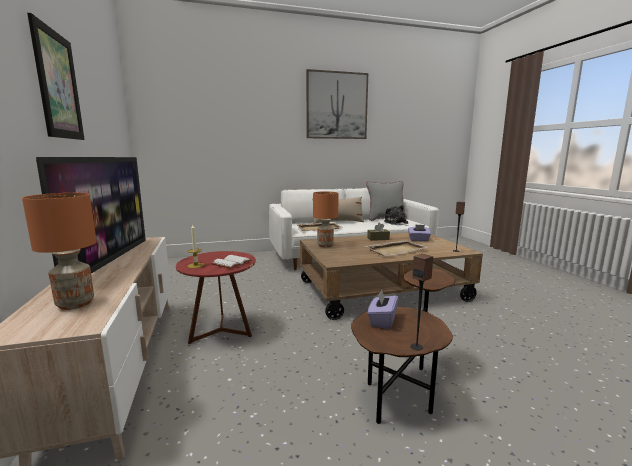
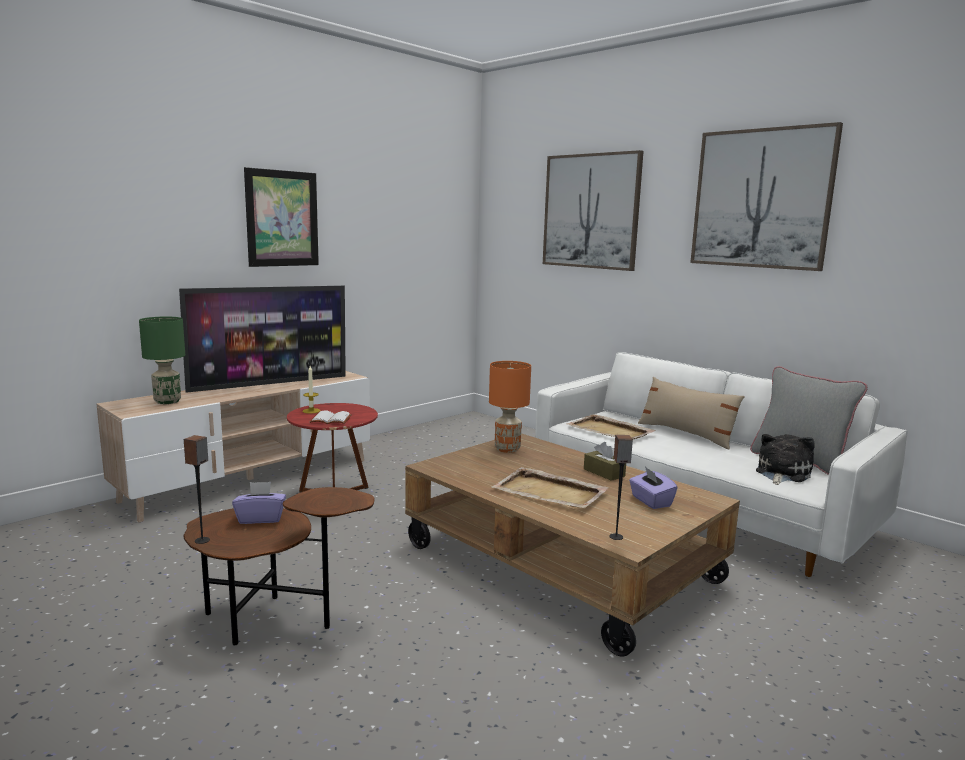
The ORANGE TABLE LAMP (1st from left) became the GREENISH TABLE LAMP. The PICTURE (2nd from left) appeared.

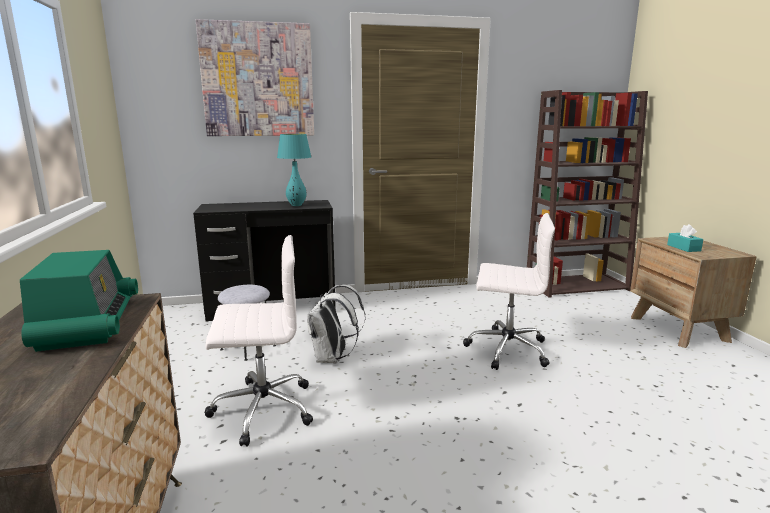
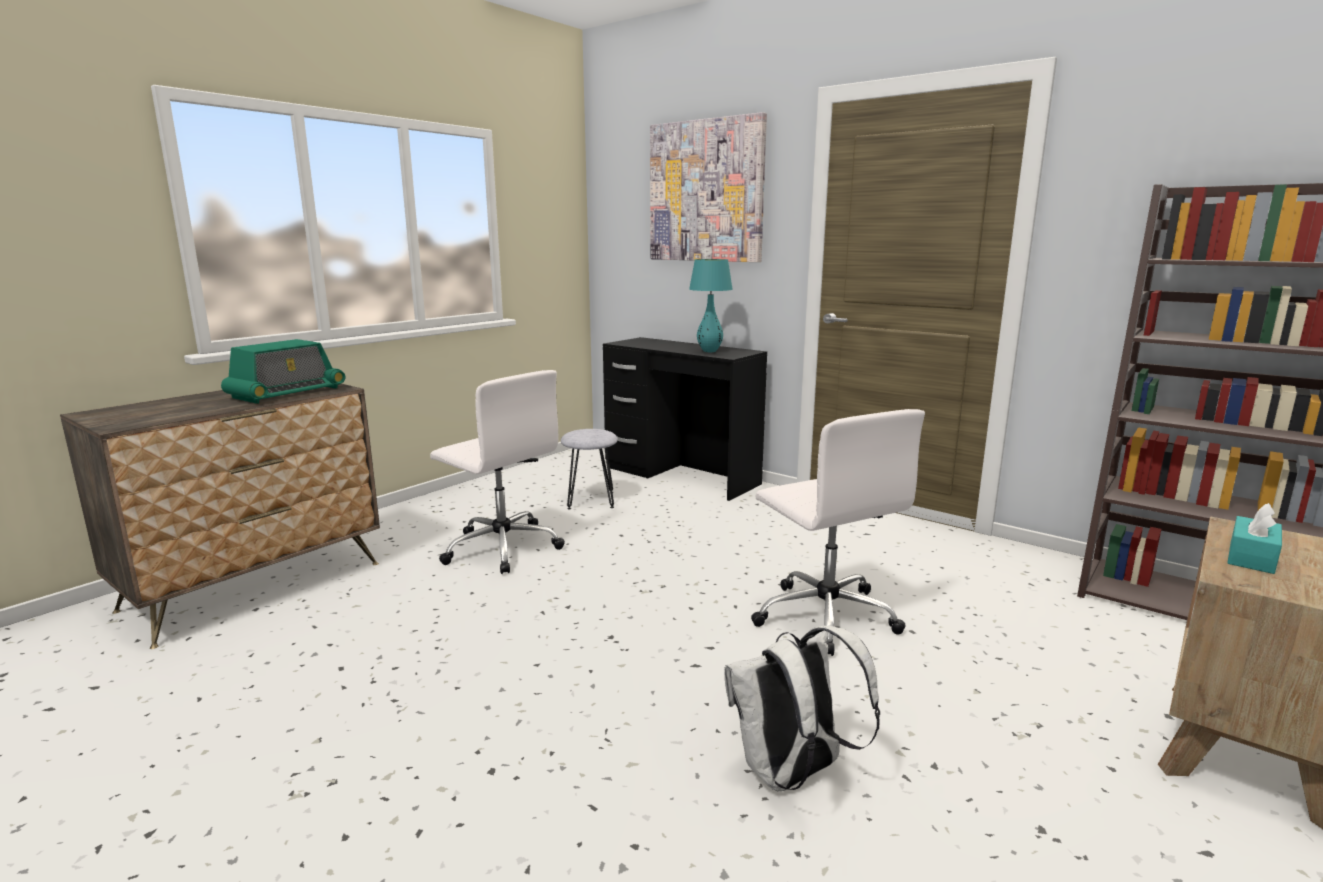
The WHITE-COLOURED RUCKSACK moved.

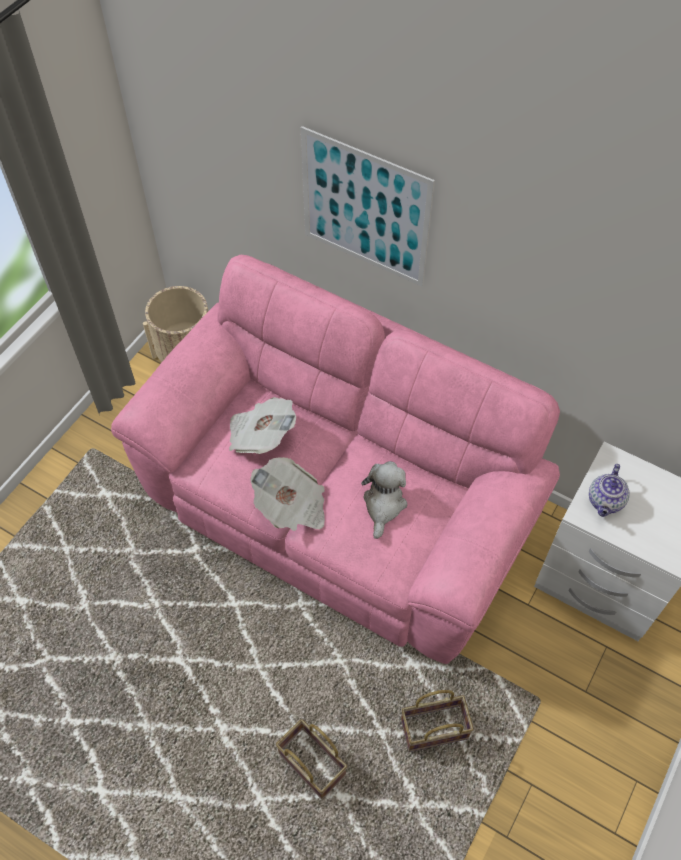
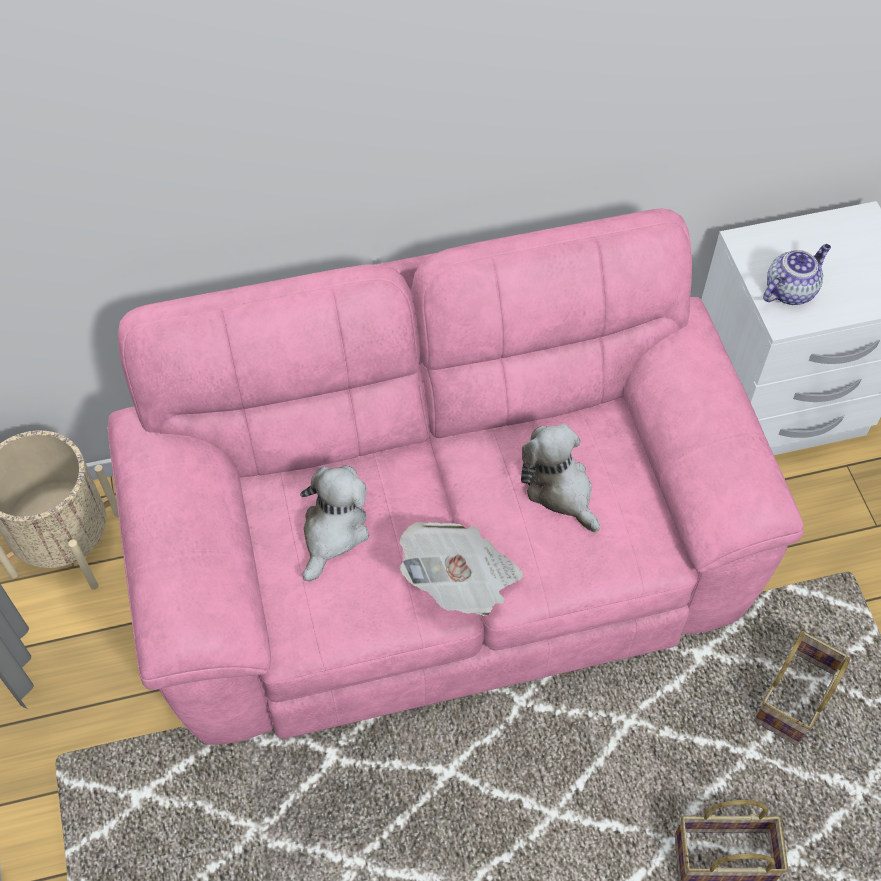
The NEWSPAPER (1st from left) was replaced by the CUDDLY TOY (1st from left). The TEA POT turned 105 degrees counterclockwise. The PICTURE disappeared.

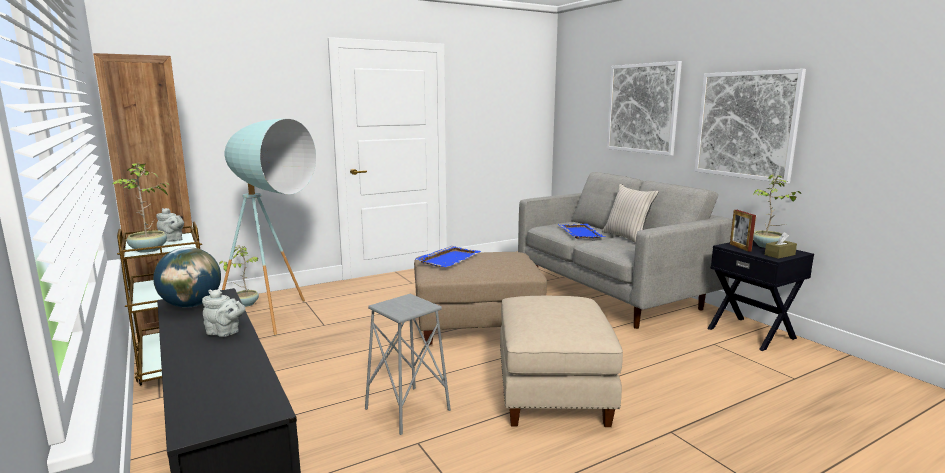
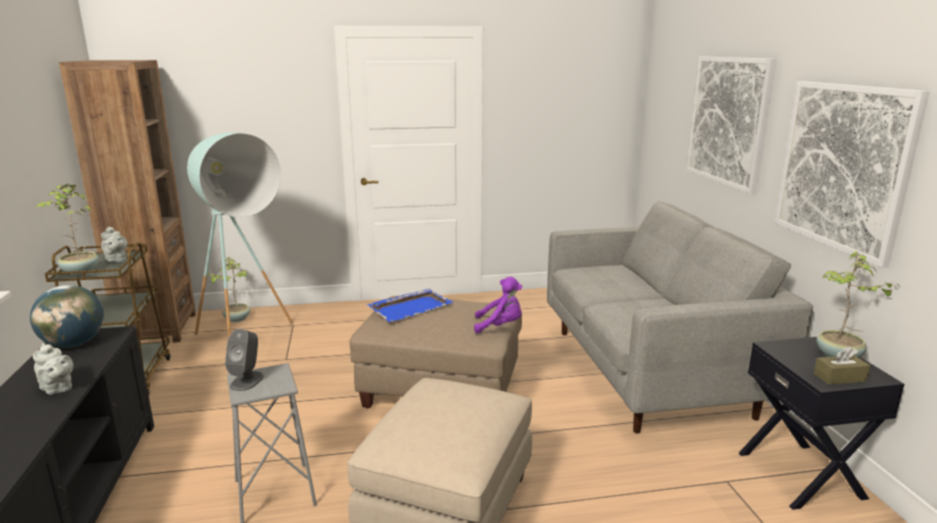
The GRAY AUDIO SPEAKER appeared. The PURPLISH CUDDLY TOY appeared. The BLUISH SERVING TRAY (2nd from left) disappeared. The BEIGE PILLOW disappeared. The PICTURE FRAME disappeared.

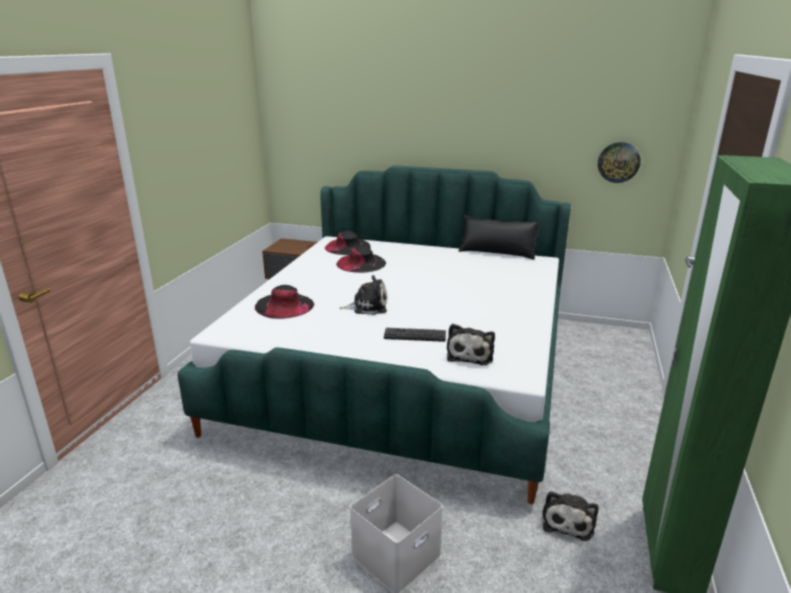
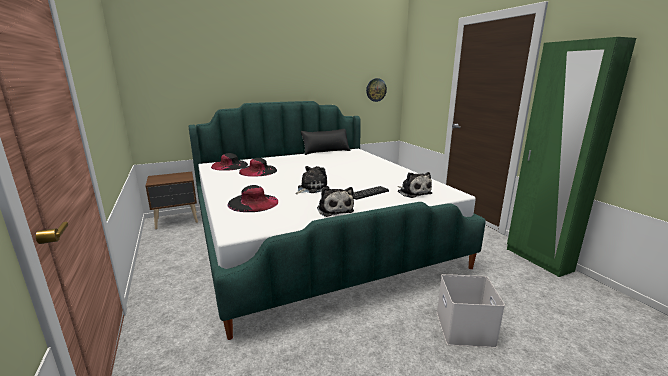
The CUDDLY TOY (3rd from left in the first image) moved.

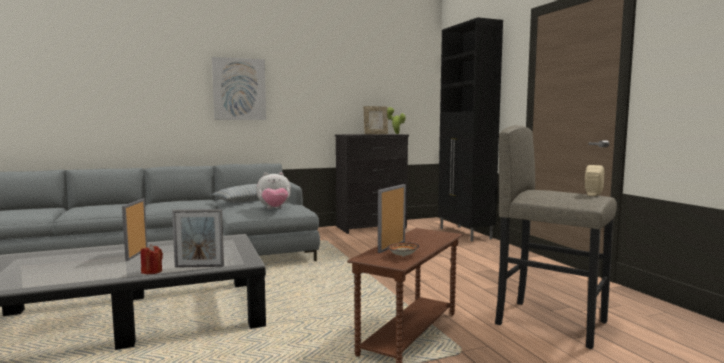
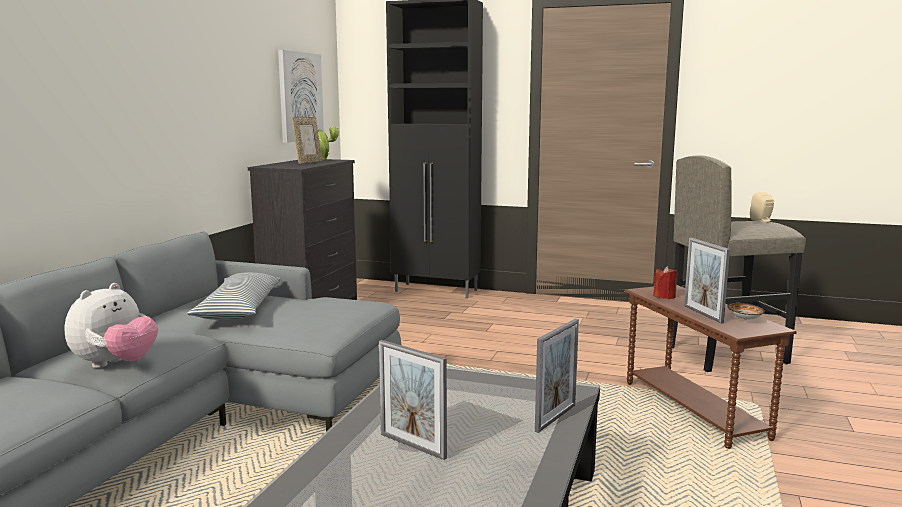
The CUDDLY TOY moved. The PICTURE moved. The RED-COLOURED WAX LIGHT moved.

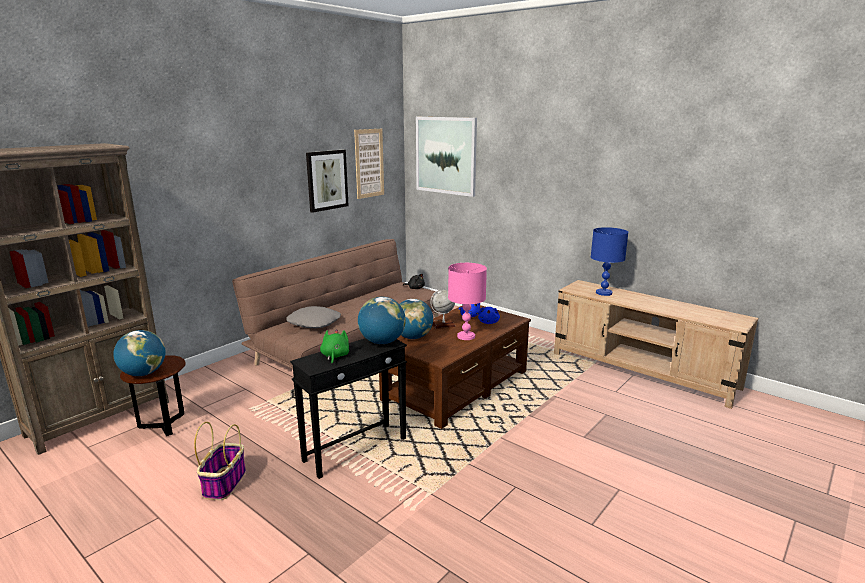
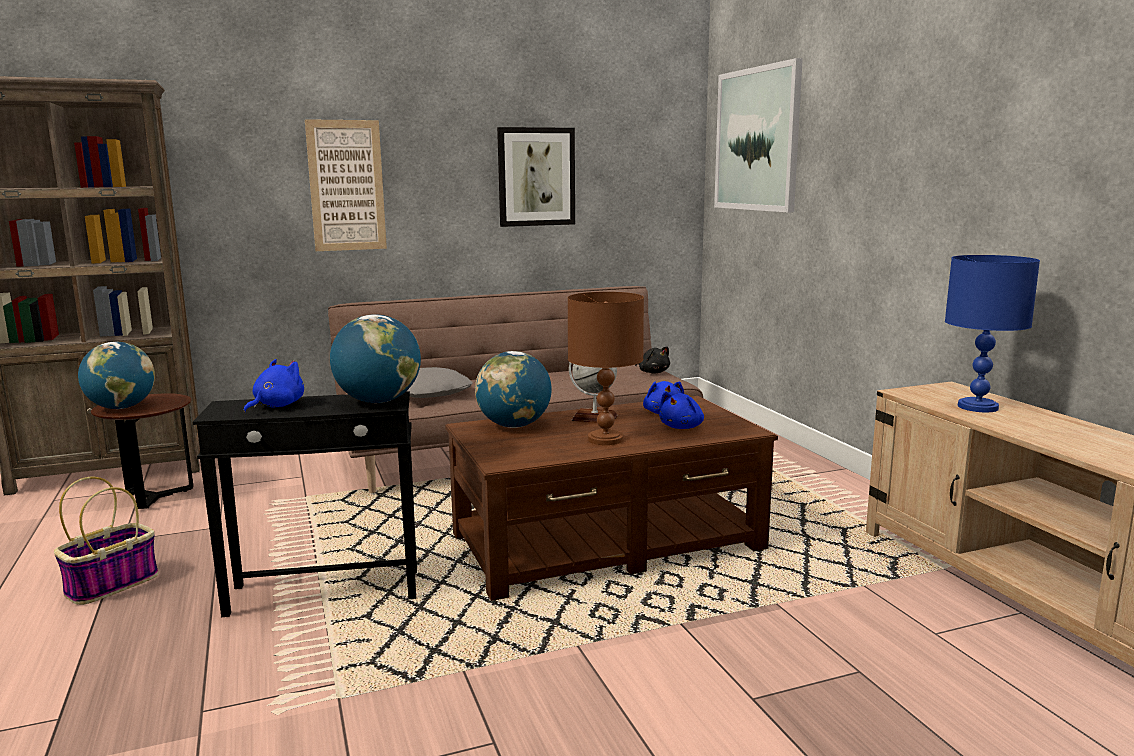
The GREENISH CUDDLY TOY became the BLUISH CUDDLY TOY (1st from left). The PICTURE (2nd from left in the first image) moved. The PINK-COLOURED TABLE LAMP became the BROWNISH TABLE LAMP.

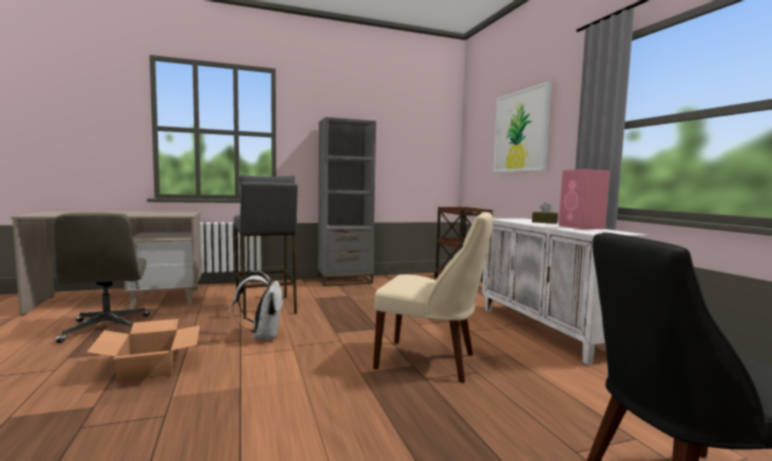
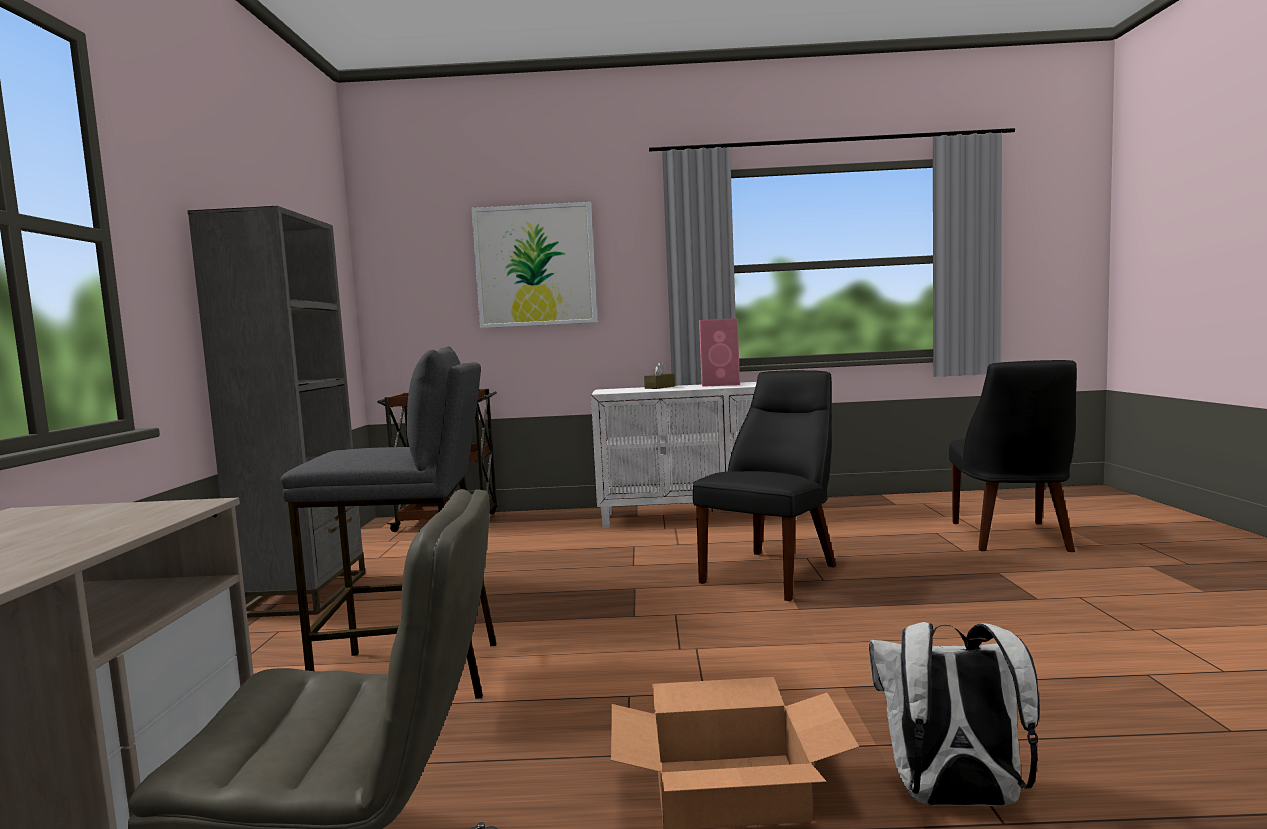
The BEIGE CHAIR became the BLACK CHAIR (1st from left). The WHITE-COLOURED RUCKSACK moved.

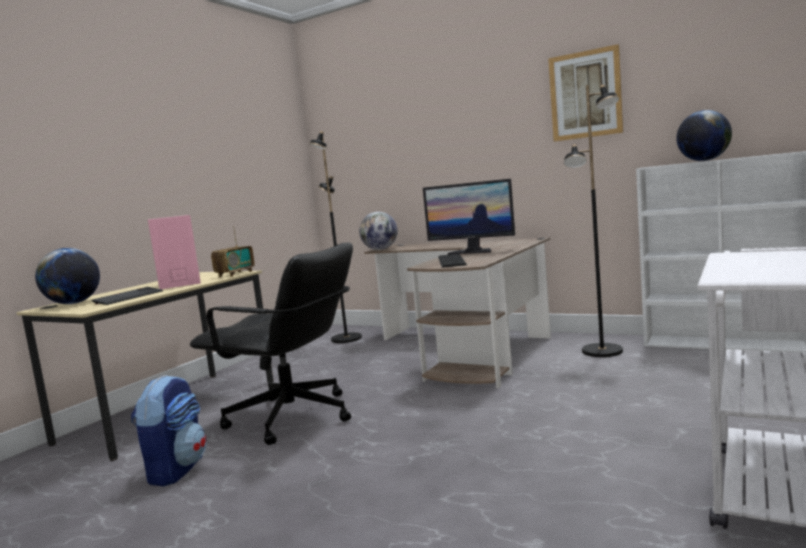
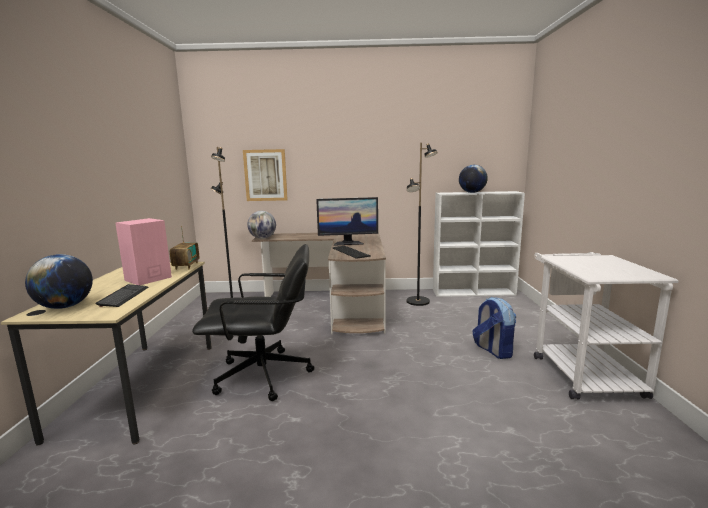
The PICTURE moved. The RUCKSACK moved.

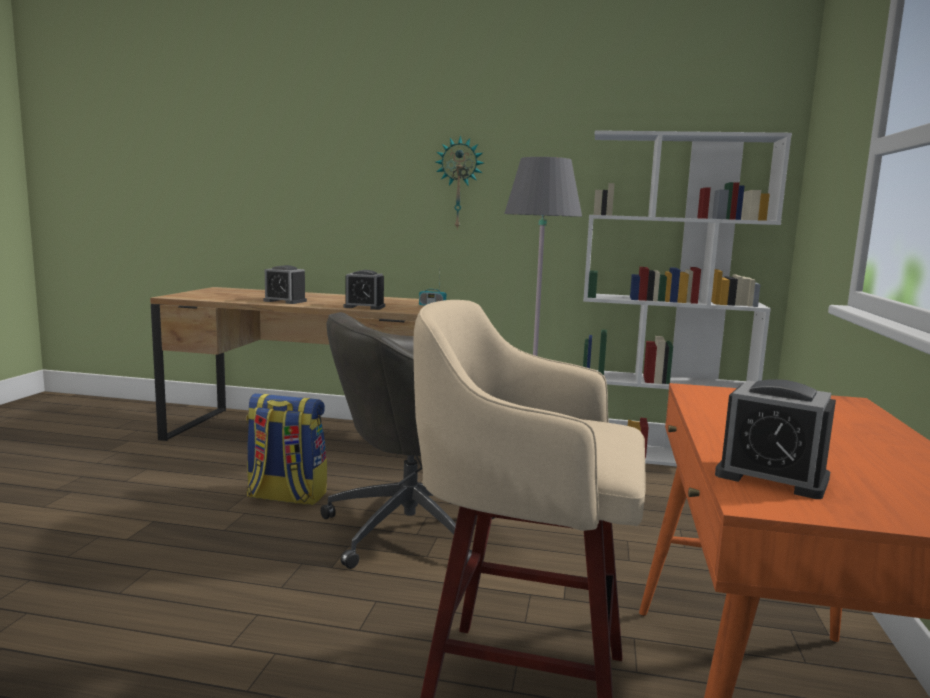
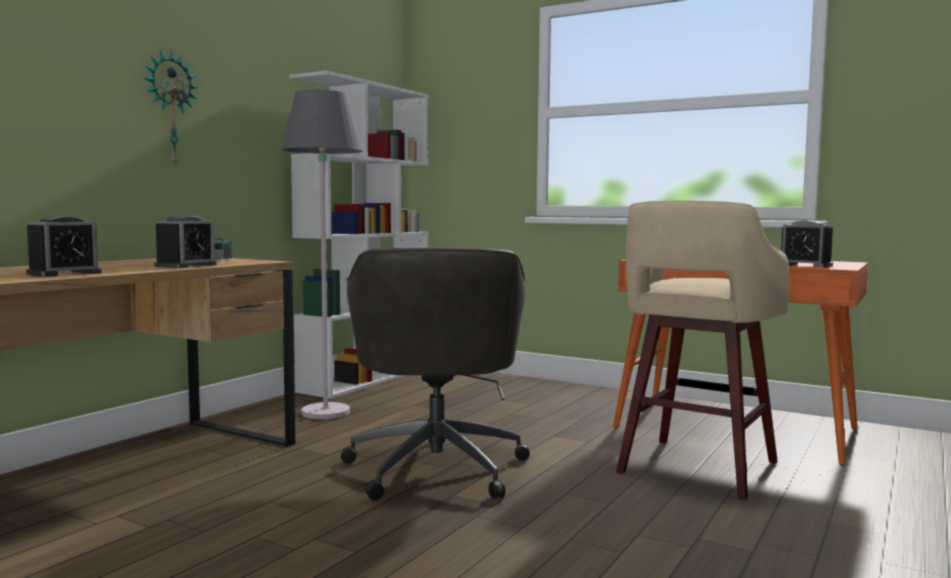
The BEDSIDE CLOCK (3rd from left) turned 75 degrees clockwise. The RUCKSACK disappeared.

